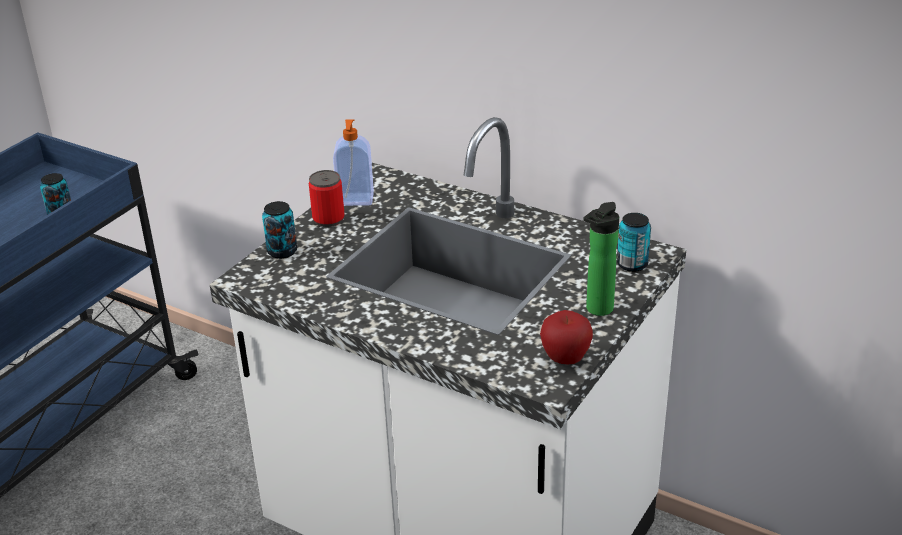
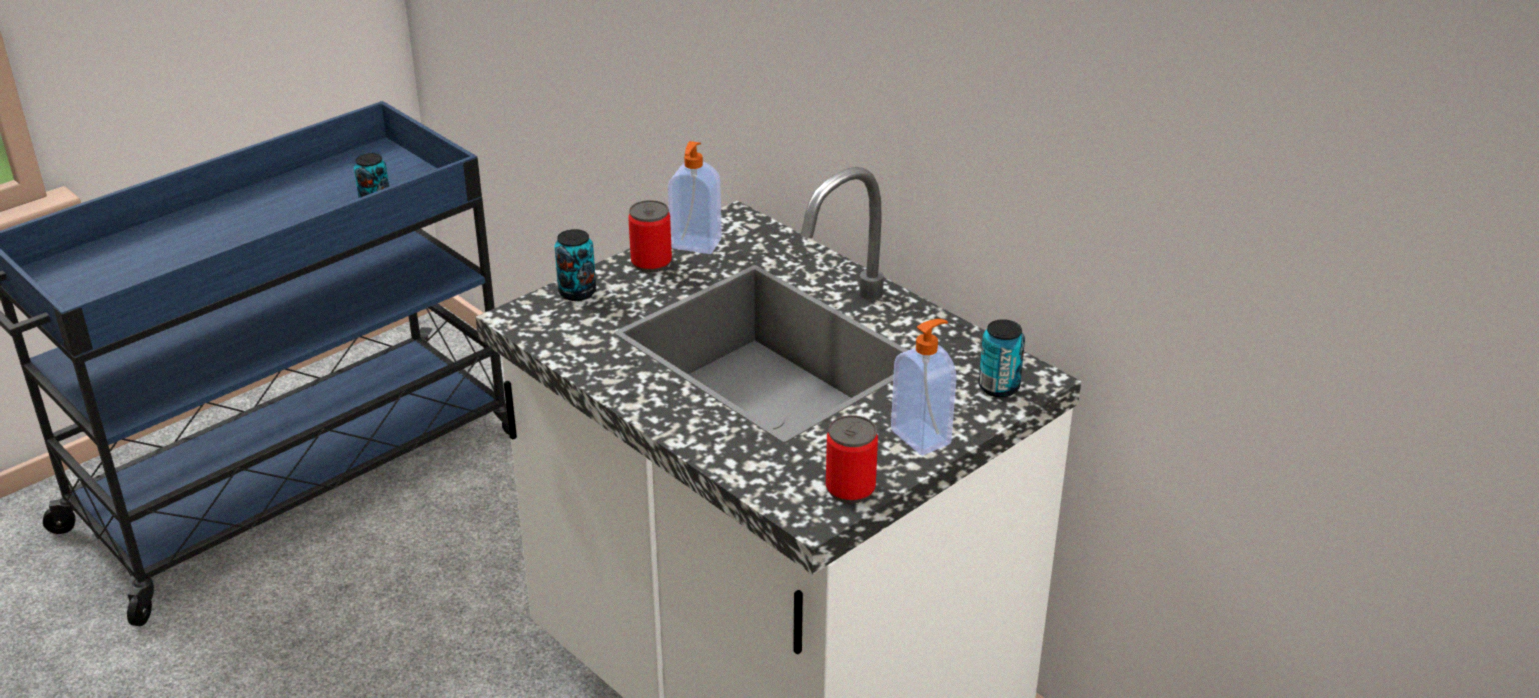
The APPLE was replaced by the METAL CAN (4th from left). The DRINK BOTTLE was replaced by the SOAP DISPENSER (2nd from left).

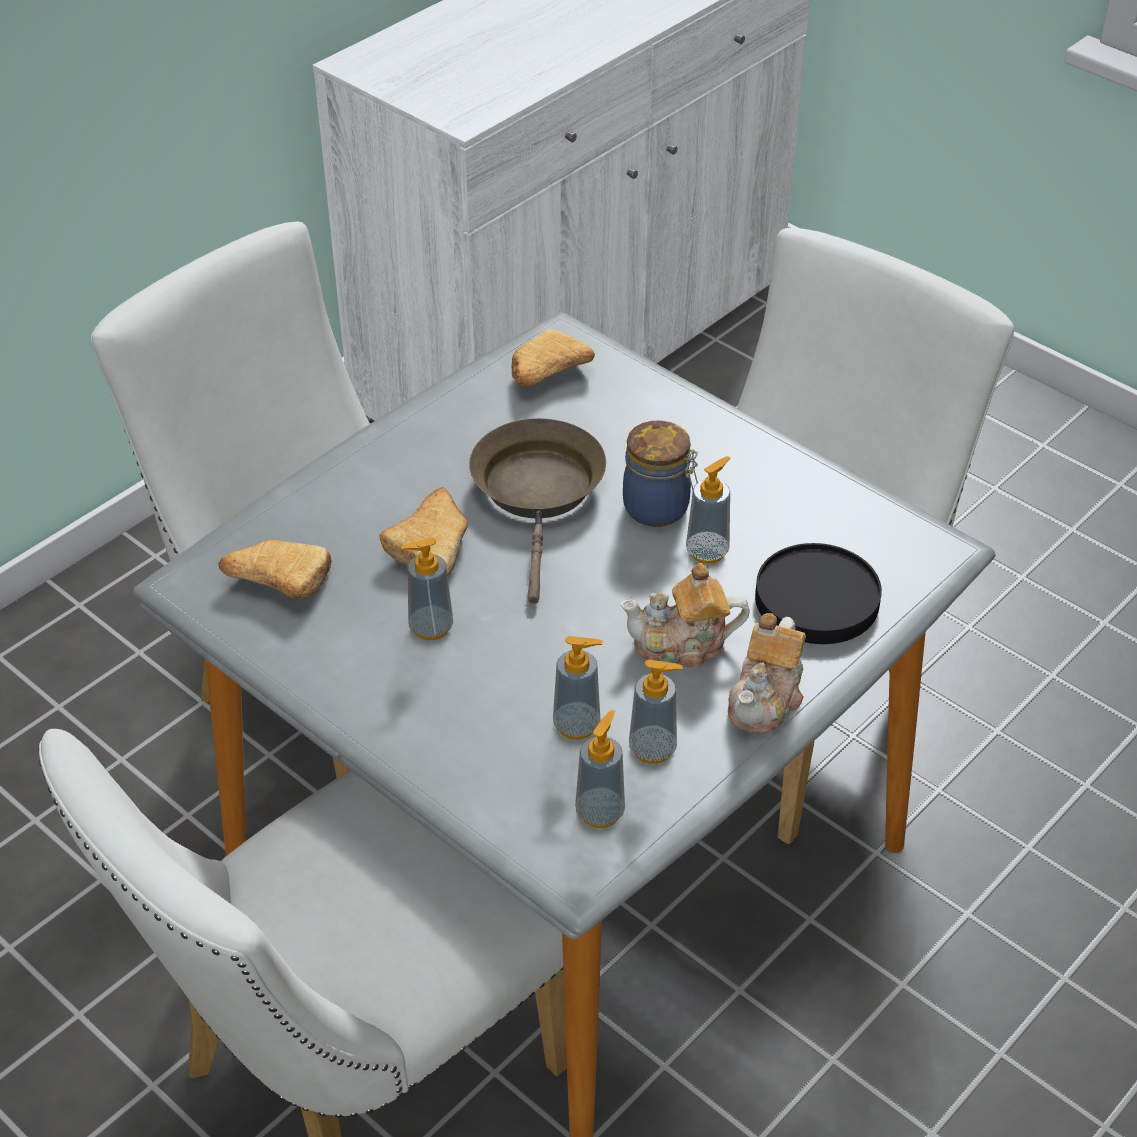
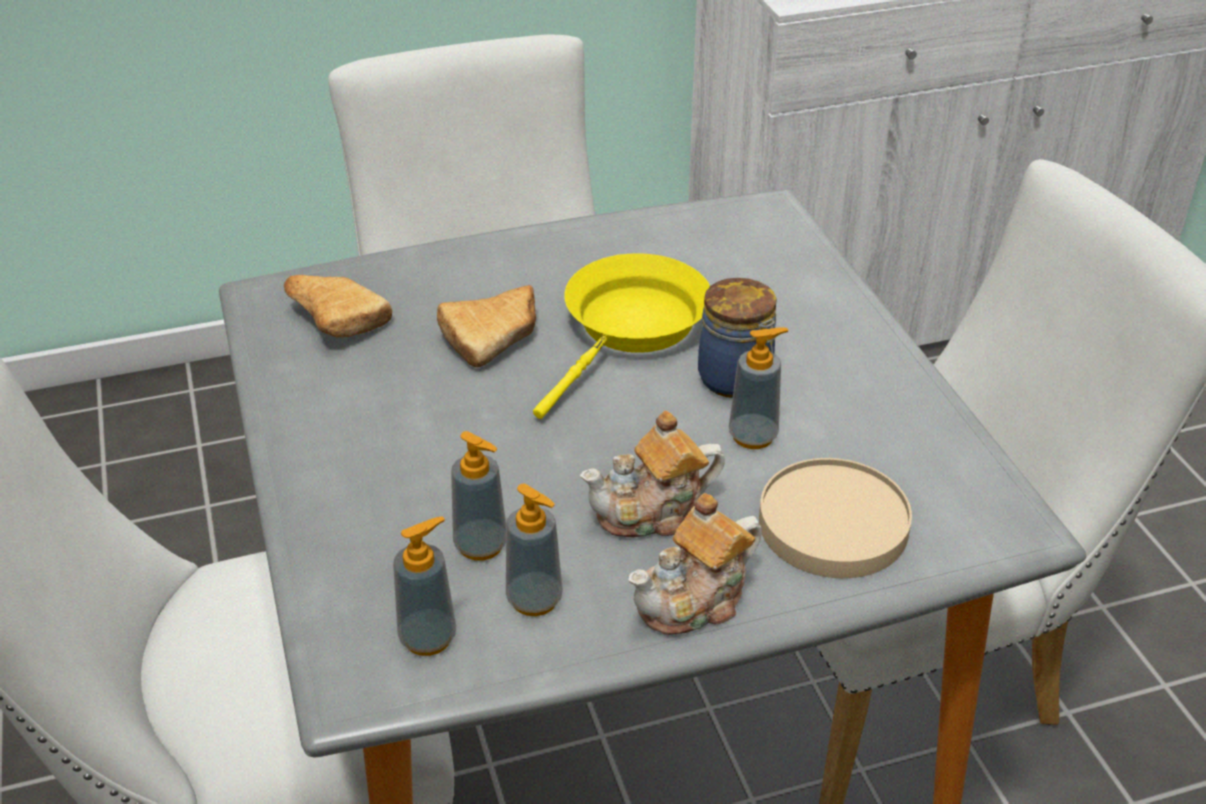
The BROWNISH PAN became the YELLOWISH PAN. The TEA POT (1st from left) turned 45 degrees counterclockwise. The BLACK DINNER PLATE became the BEIGE DINNER PLATE. The SOAP DISPENSER (1st from left) disappeared. The BAKED BREAD (3rd from left) disappeared.

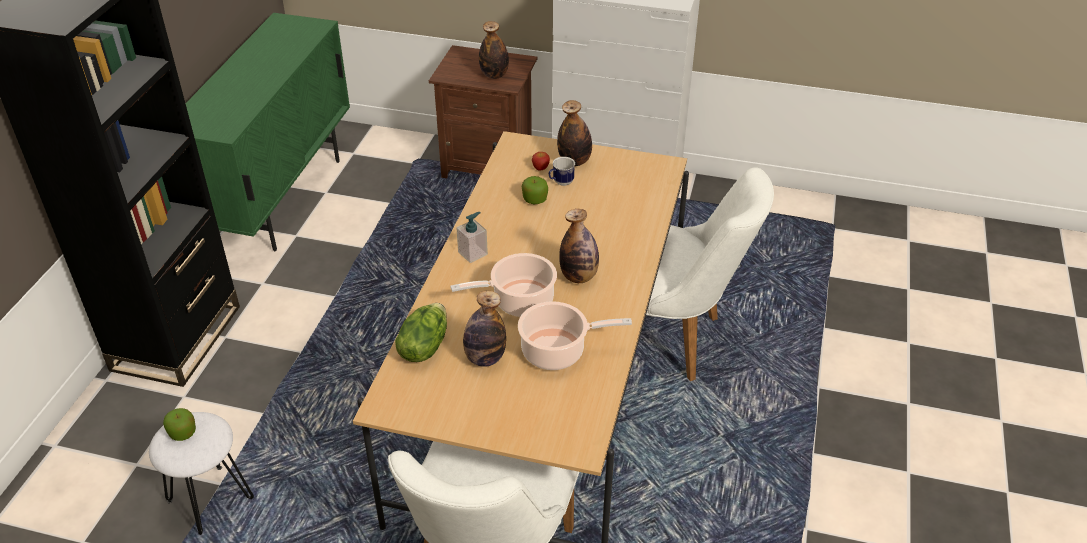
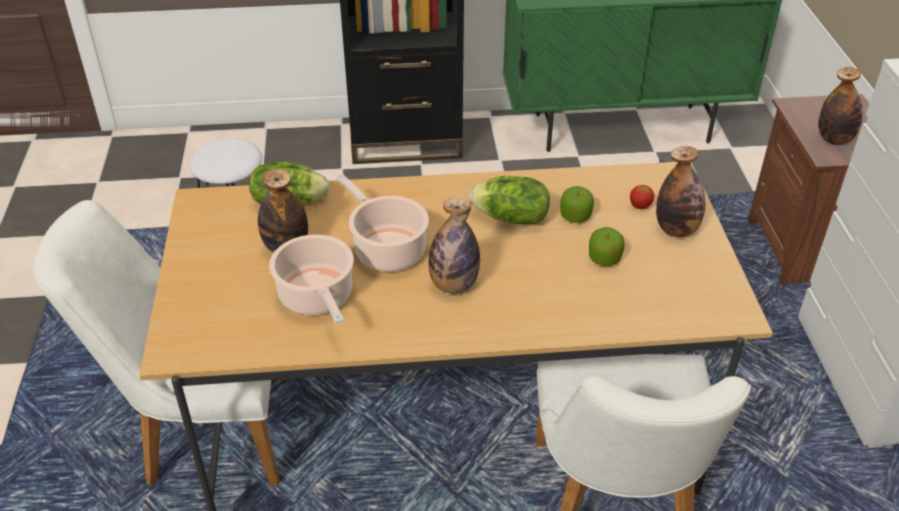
The LETTUCE HEAD (2nd from left) appeared. The APPLE (1st from left in the first image) moved. The SOAP DISPENSER disappeared. The MUG disappeared.

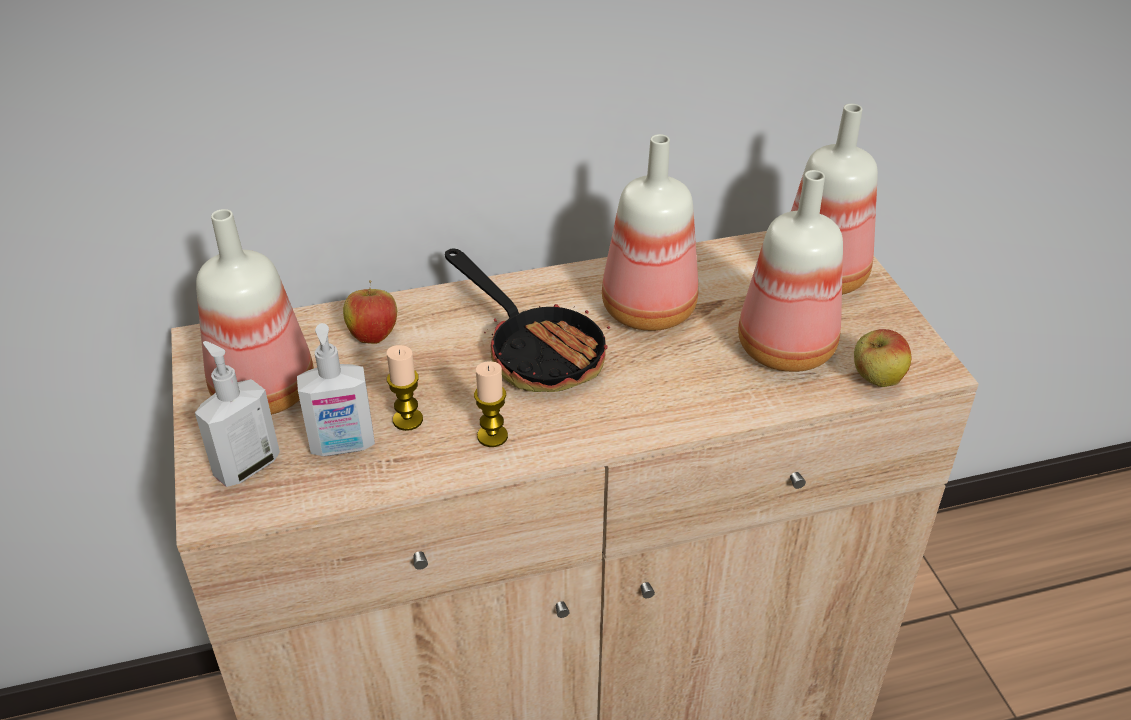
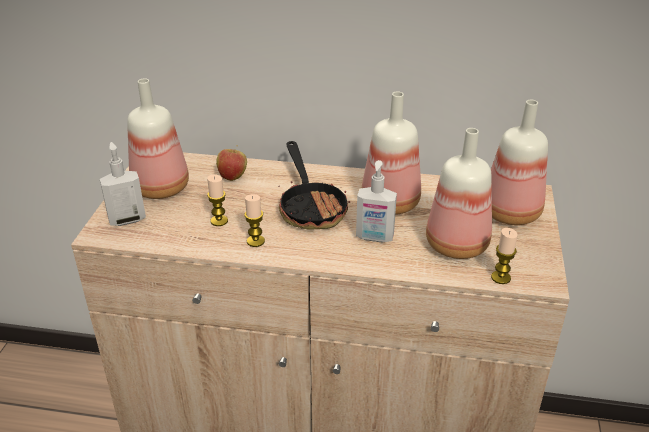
The SOAP DISPENSER (2nd from left) moved. The APPLE (2nd from left) was replaced by the WAX LIGHT (3rd from left).

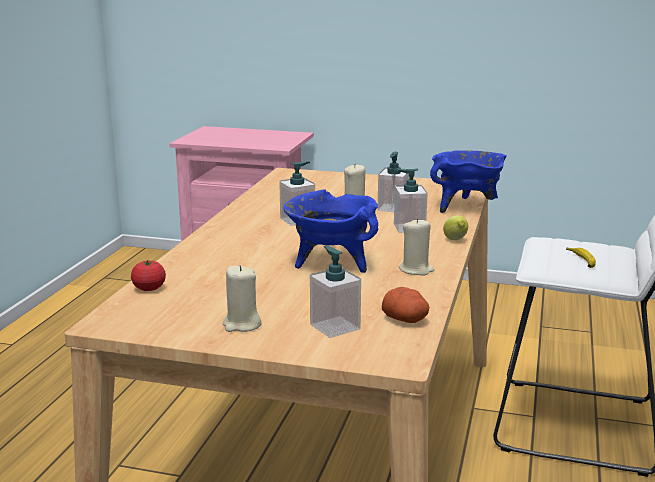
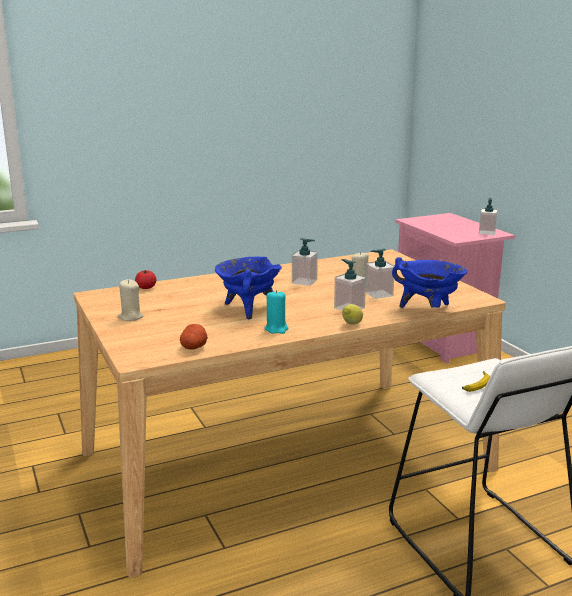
The BEIGE WAX LIGHT (3rd from left) became the TURQUOISE WAX LIGHT. The SOAP DISPENSER (2nd from left in the first image) moved.

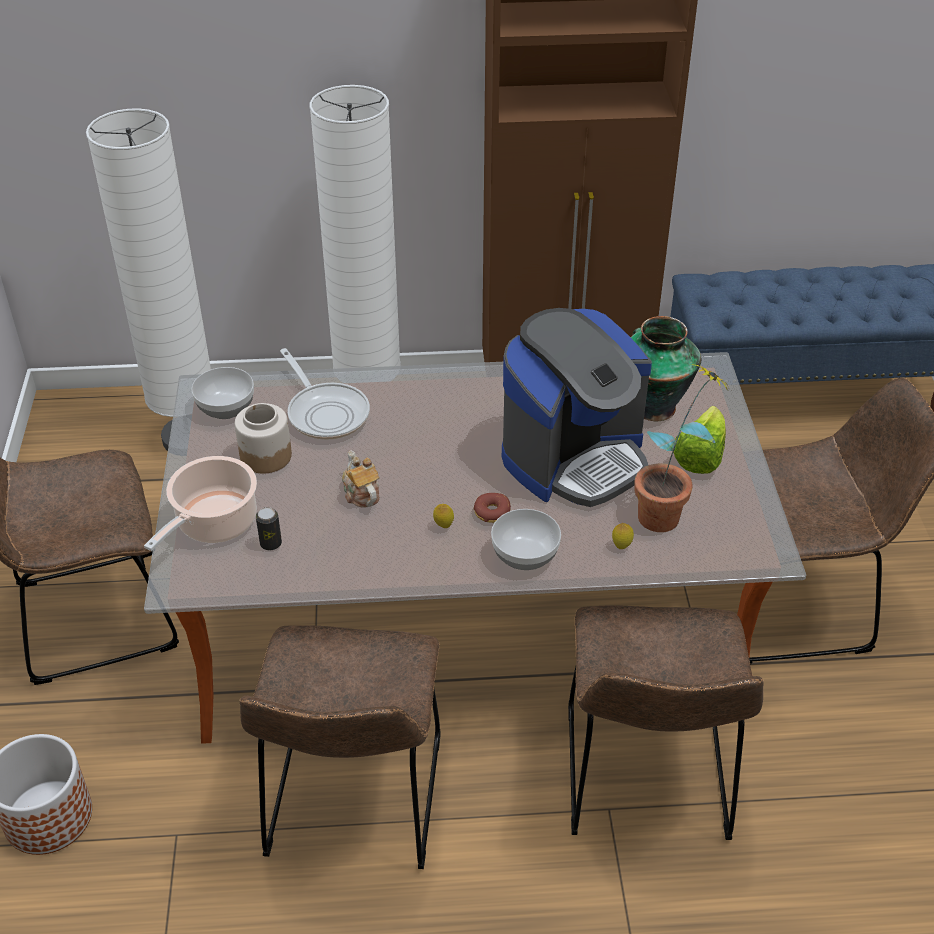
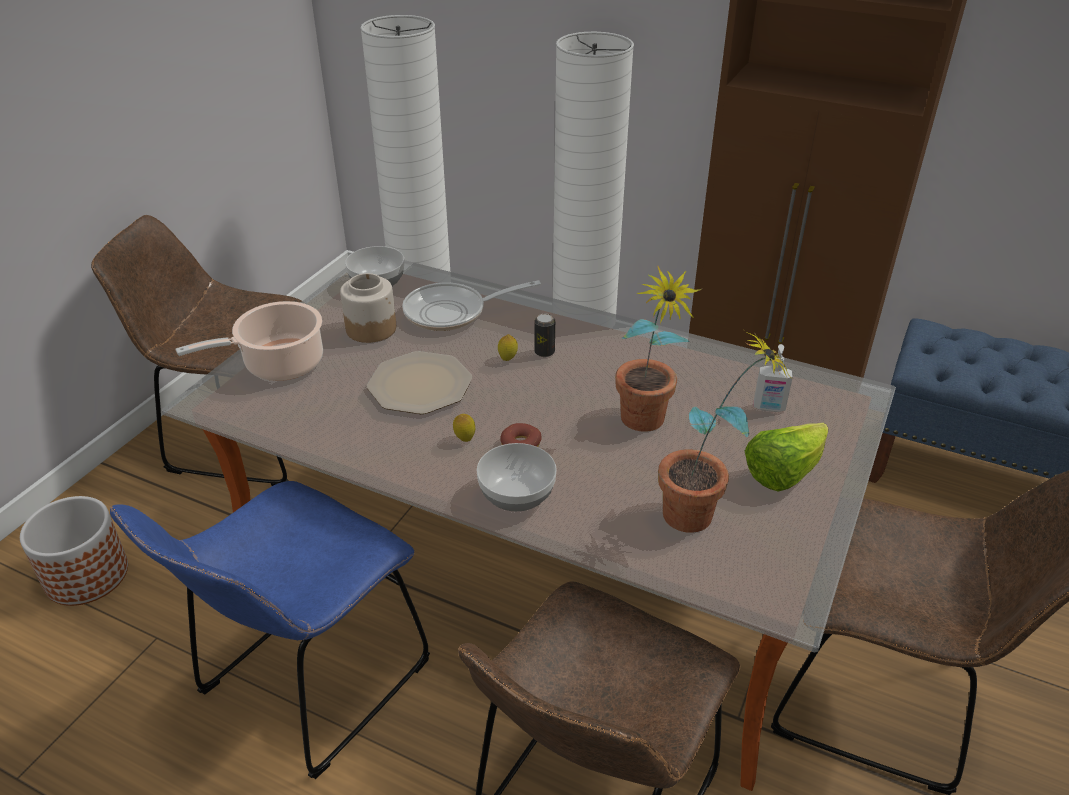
The BROWNISH CHAIR (2nd from left) became the BLUISH CHAIR. The TEA POT was replaced by the DINNER PLATE. The PAN turned 75 degrees clockwise. The LEMON (2nd from left) moved. The METAL CAN moved. The COFFEE MAKER was replaced by the PLANT IN A POT (1st from left). The FLOWER VASE was replaced by the SOAP DISPENSER.

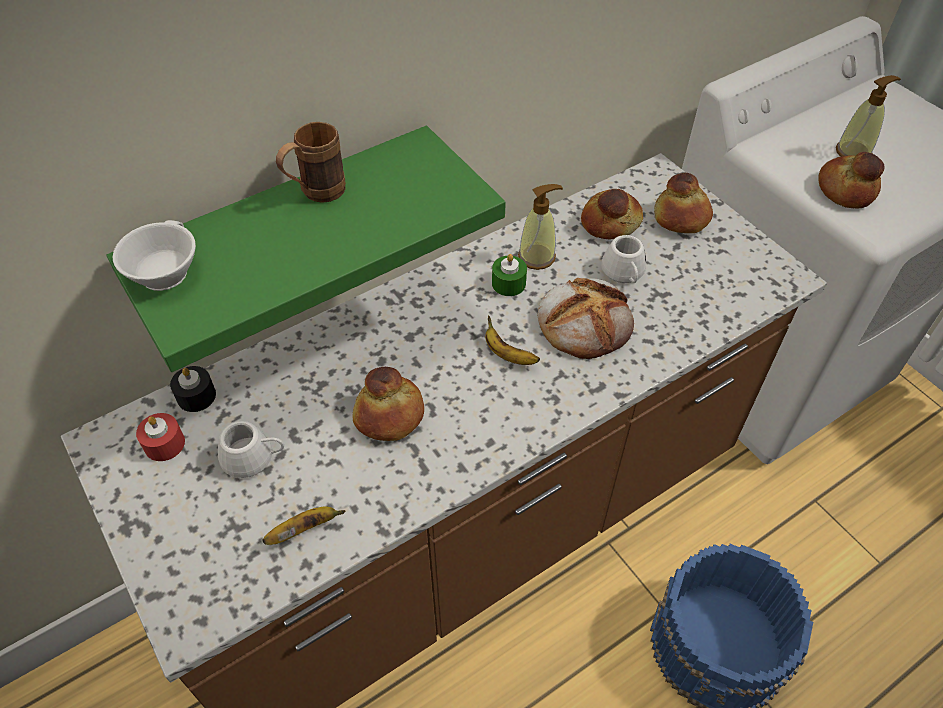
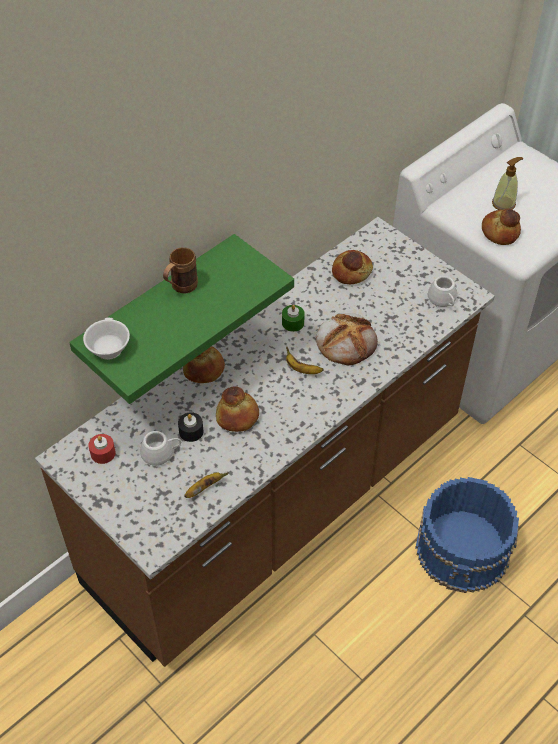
The BLACK WAX LIGHT moved. The BAKED BREAD (4th from left in the first image) moved. The WHITE-COLOURED MUG (2nd from left) moved. The SOAP DISPENSER (1st from left) disappeared.

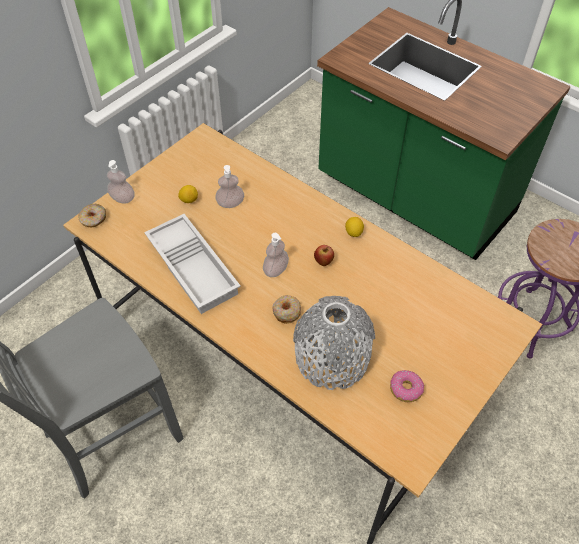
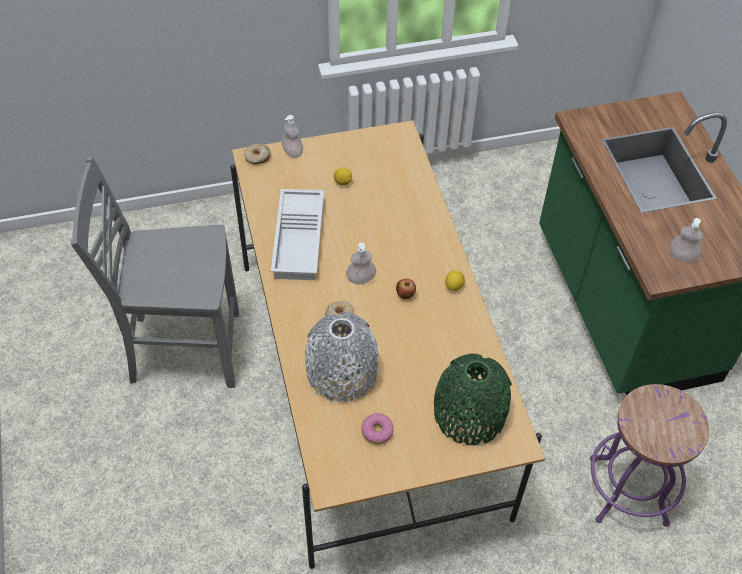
The GREENISH FLOWER VASE appeared. The SOAP DISPENSER (2nd from left in the first image) moved.

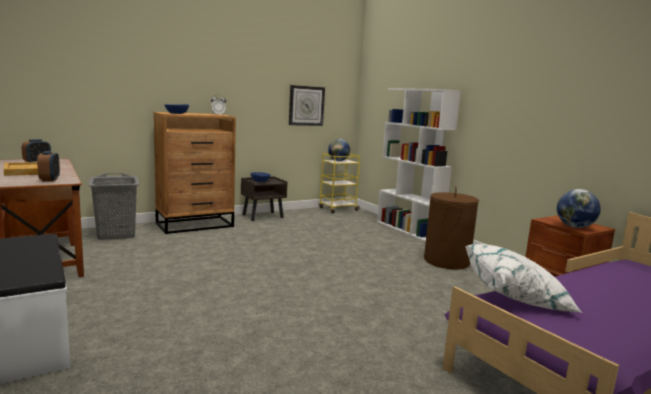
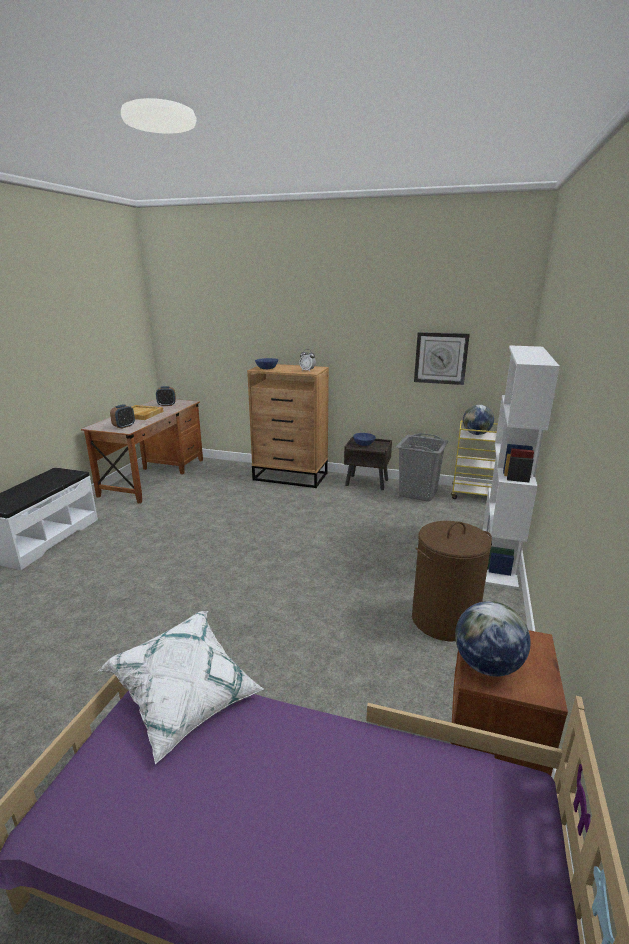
The GRAY LAUNDRY BASKET moved.

